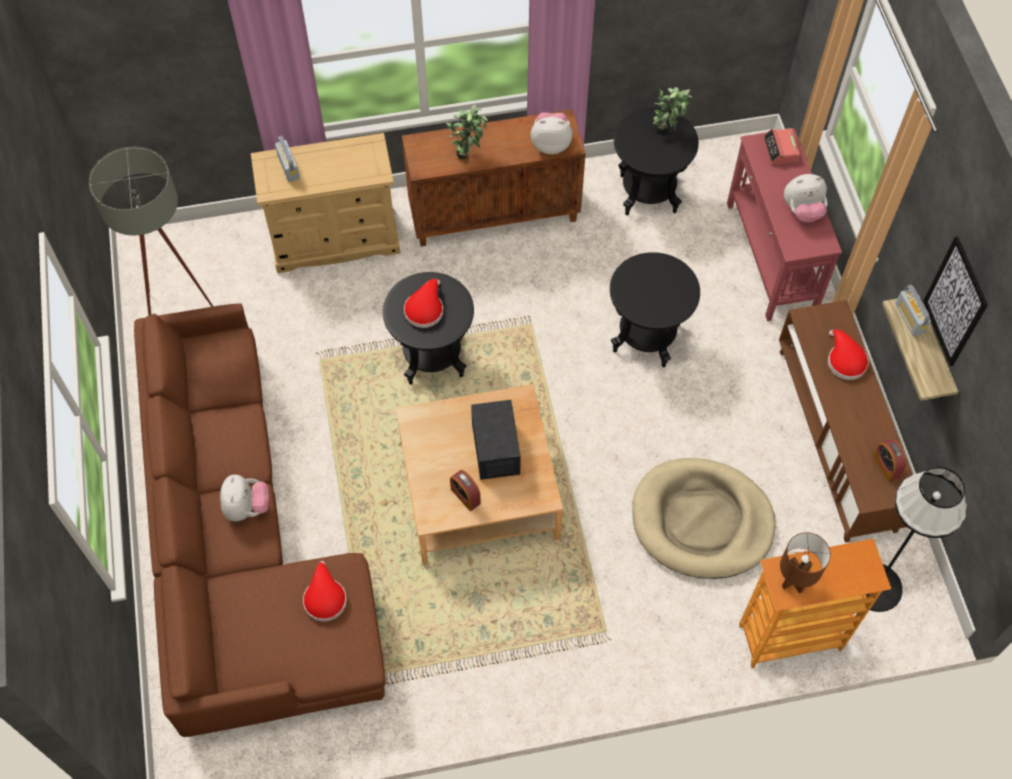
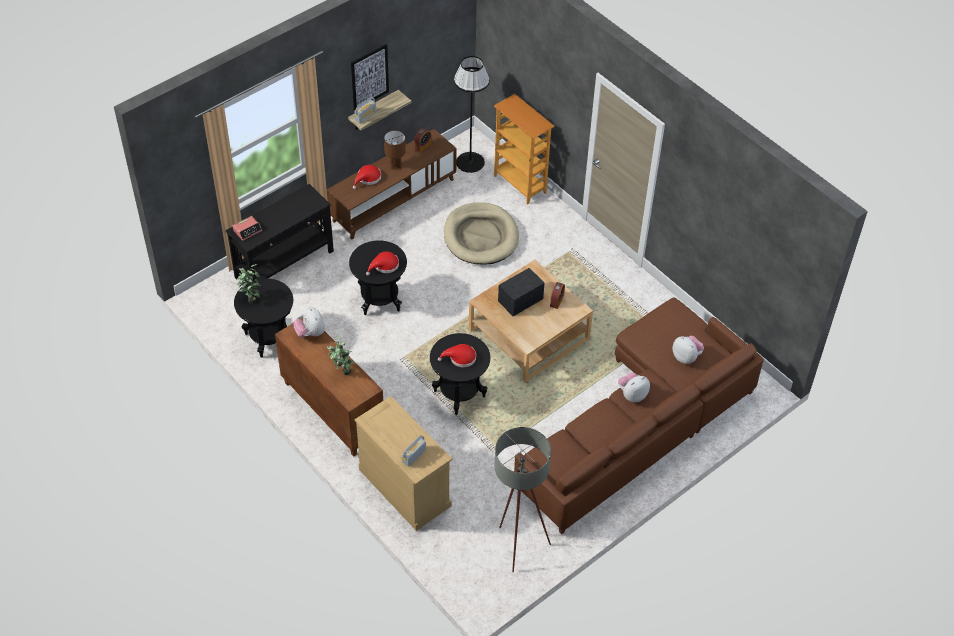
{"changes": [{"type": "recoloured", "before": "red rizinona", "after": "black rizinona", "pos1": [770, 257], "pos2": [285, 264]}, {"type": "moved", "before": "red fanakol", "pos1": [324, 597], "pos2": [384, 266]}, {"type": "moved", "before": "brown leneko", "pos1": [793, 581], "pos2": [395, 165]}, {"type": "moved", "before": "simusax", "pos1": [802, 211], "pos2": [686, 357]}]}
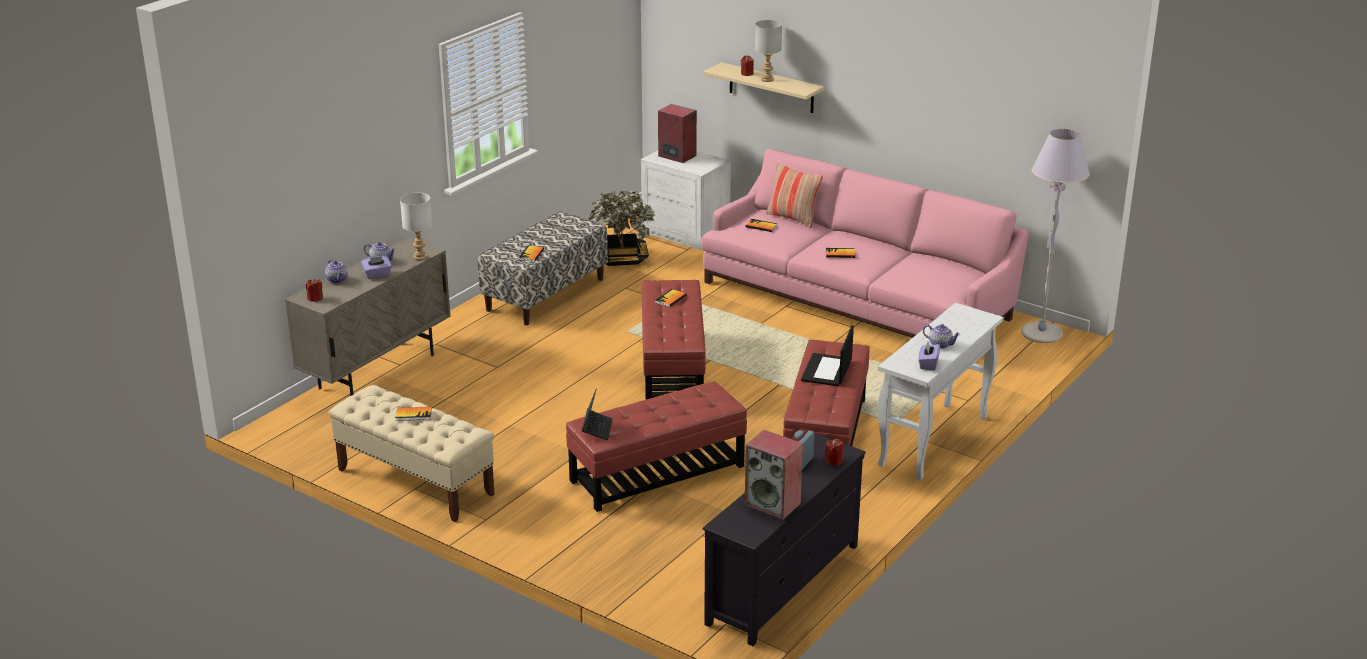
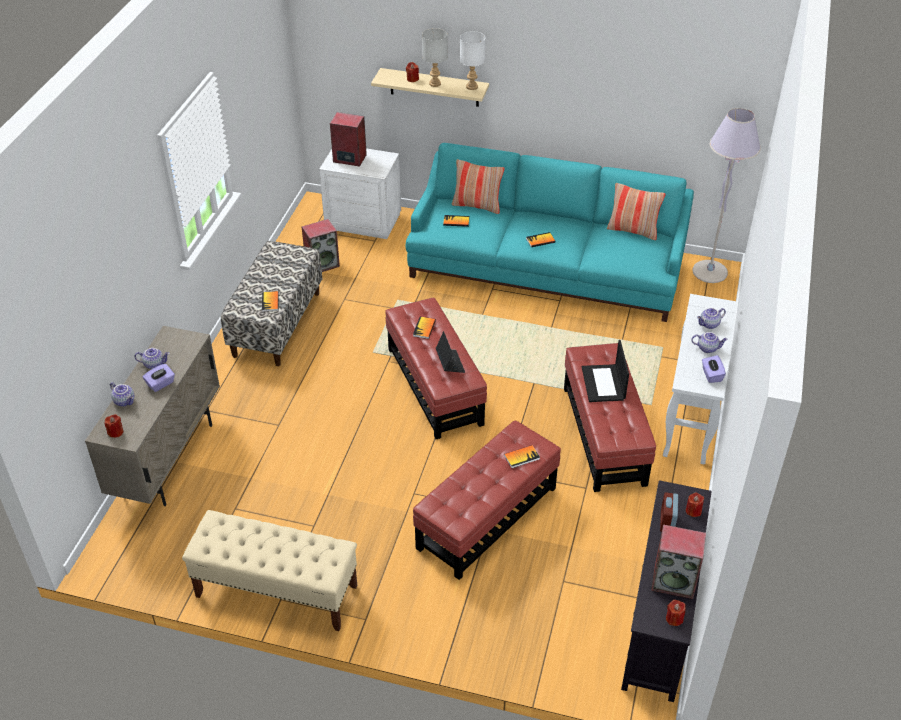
{"changes": [{"type": "replaced", "before": "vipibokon", "after": "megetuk", "pos1": [621, 258], "pos2": [322, 264]}, {"type": "recoloured", "before": "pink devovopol", "after": "turquoise devovopol", "pos1": [857, 298], "pos2": [546, 266]}, {"type": "moved", "before": "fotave", "pos1": [597, 428], "pos2": [450, 363]}, {"type": "moved", "before": "white leneko", "pos1": [419, 257], "pos2": [471, 87]}, {"type": "moved", "before": "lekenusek", "pos1": [413, 414], "pos2": [521, 457]}, {"type": "added", "after": "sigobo", "pos2": [633, 230]}, {"type": "added", "after": "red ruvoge", "pos2": [674, 619]}, {"type": "added", "after": "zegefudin", "pos2": [709, 324]}]}
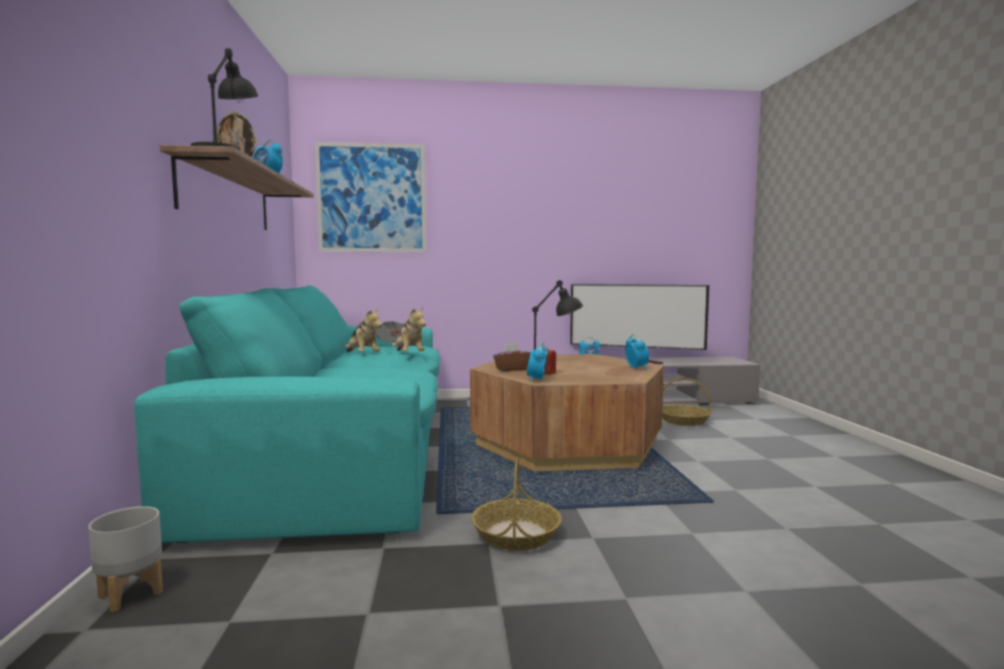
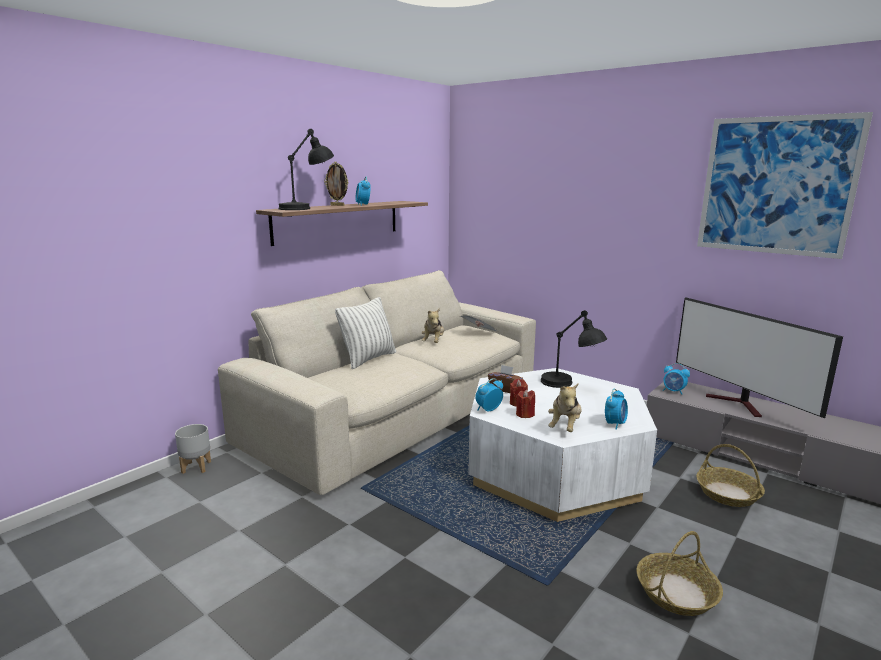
{"changes": [{"type": "recoloured", "before": "turquoise devovopol", "after": "beige devovopol", "pos1": [346, 449], "pos2": [402, 412]}, {"type": "added", "after": "sigobo", "pos2": [368, 359]}, {"type": "recoloured", "before": "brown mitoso", "after": "white mitoso", "pos1": [567, 442], "pos2": [554, 469]}, {"type": "added", "after": "red ruvoge", "pos2": [525, 414]}, {"type": "moved", "before": "simusax", "pos1": [409, 355], "pos2": [565, 426]}, {"type": "moved", "before": "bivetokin", "pos1": [516, 534], "pos2": [676, 592]}, {"type": "moved", "before": "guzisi", "pos1": [371, 198], "pos2": [776, 186]}]}
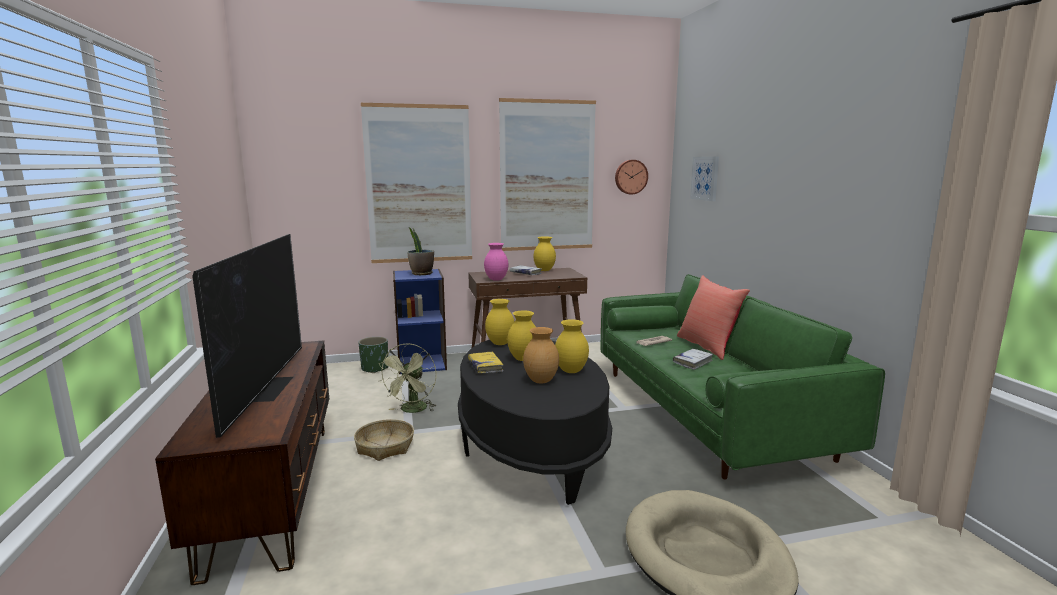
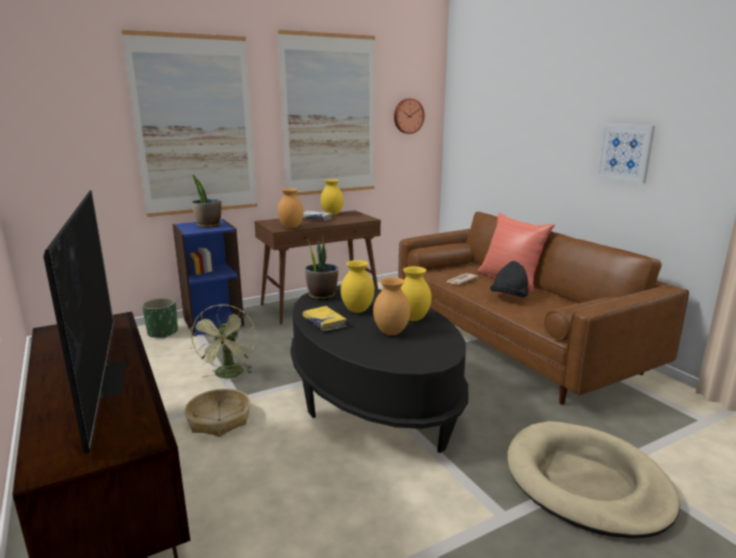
{"changes": [{"type": "recoloured", "before": "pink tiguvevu", "after": "brown tiguvevu", "pos1": [496, 279], "pos2": [291, 227]}, {"type": "replaced", "before": "yellow tiguvevu", "after": "vipibokon", "pos1": [500, 343], "pos2": [322, 296]}, {"type": "recoloured", "before": "green devovopol", "after": "brown devovopol", "pos1": [707, 411], "pos2": [514, 341]}, {"type": "replaced", "before": "white lekenusek", "after": "black fanakol", "pos1": [692, 362], "pos2": [509, 297]}, {"type": "moved", "before": "guzisi", "pos1": [705, 178], "pos2": [625, 152]}]}
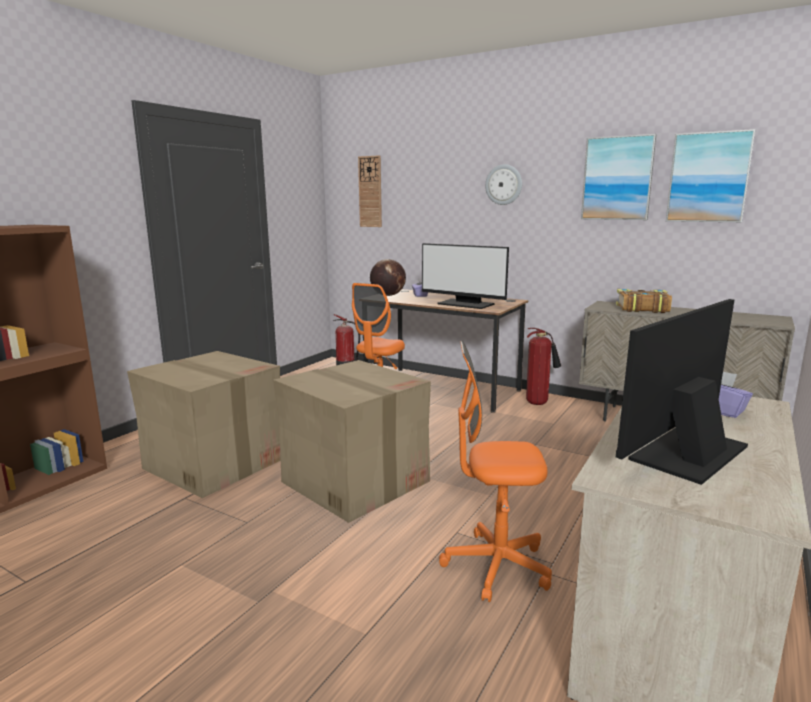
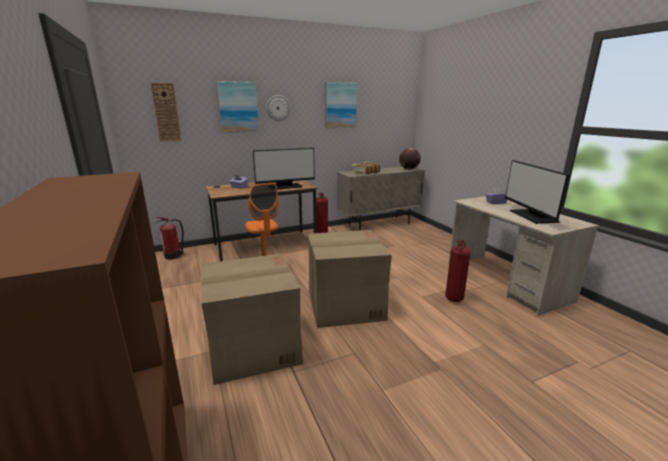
{"changes": [{"type": "moved", "before": "guzisi", "pos1": [708, 177], "pos2": [238, 107]}, {"type": "moved", "before": "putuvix", "pos1": [387, 295], "pos2": [408, 169]}, {"type": "replaced", "before": "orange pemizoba", "after": "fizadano", "pos1": [496, 566], "pos2": [454, 298]}]}
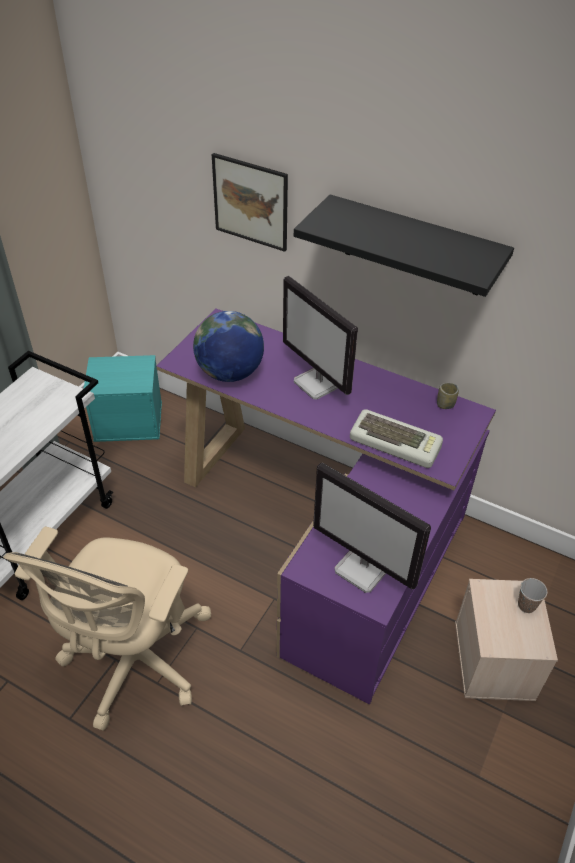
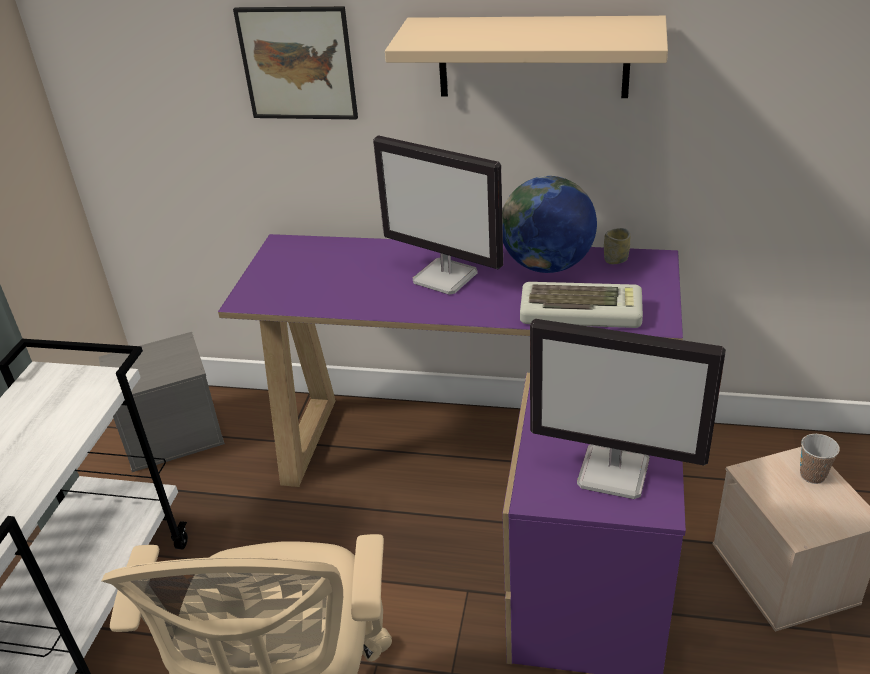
{"changes": [{"type": "recoloured", "before": "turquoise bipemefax", "after": "grey bipemefax", "pos1": [129, 420], "pos2": [174, 433]}, {"type": "recoloured", "before": "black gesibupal", "after": "beige gesibupal", "pos1": [414, 247], "pos2": [533, 57]}, {"type": "moved", "before": "putuvix", "pos1": [230, 373], "pos2": [547, 265]}]}
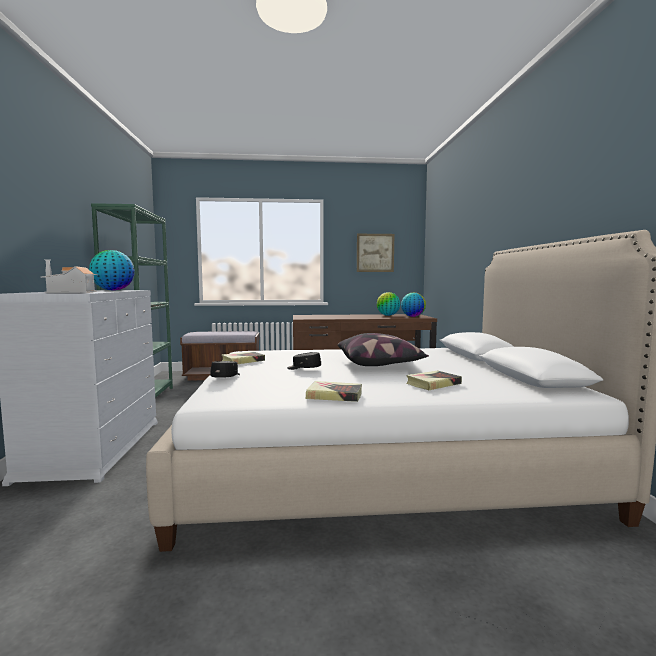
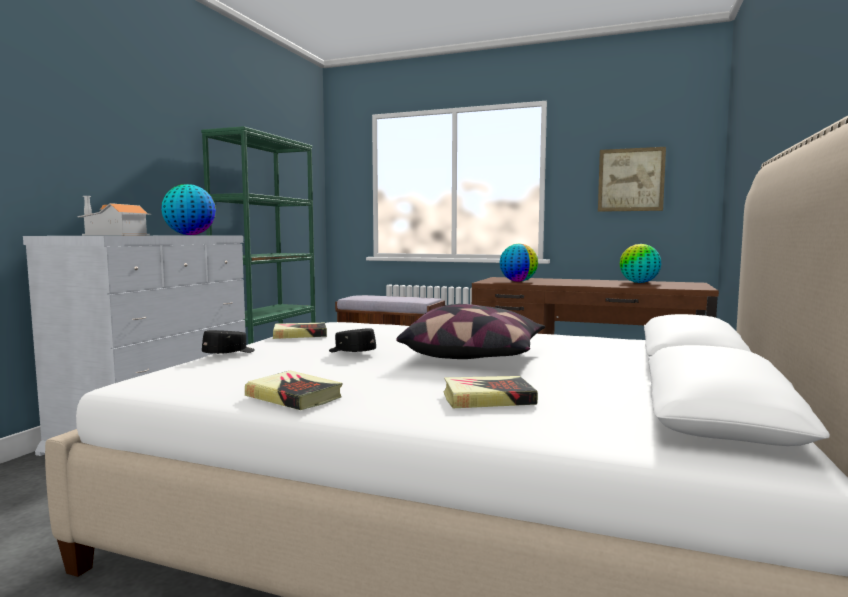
{"changes": [{"type": "moved", "before": "putuvix", "pos1": [413, 316], "pos2": [518, 281]}]}
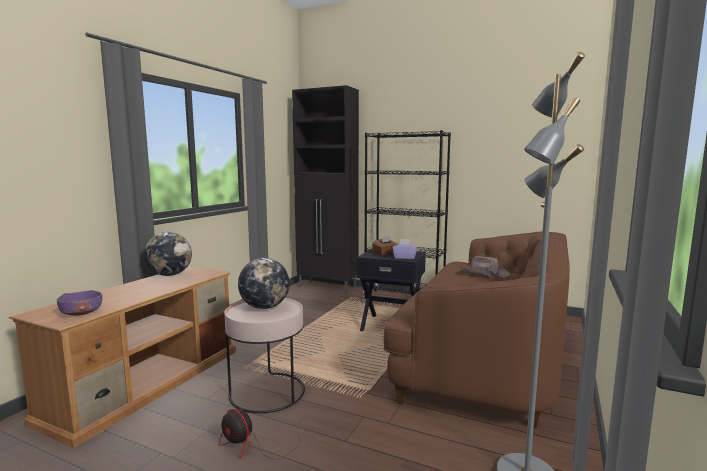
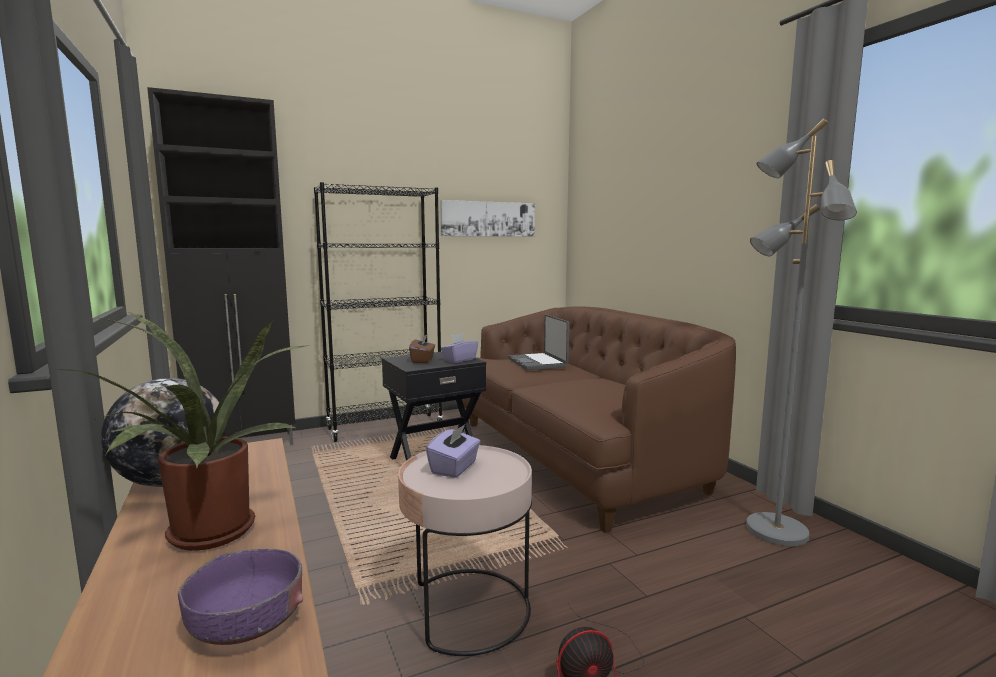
{"changes": [{"type": "added", "after": "vipibokon", "pos2": [206, 537]}, {"type": "replaced", "before": "putuvix", "after": "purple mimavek", "pos1": [264, 307], "pos2": [454, 468]}, {"type": "added", "after": "guzisi", "pos2": [488, 219]}, {"type": "replaced", "before": "brown fanakol", "after": "fotave", "pos1": [484, 274], "pos2": [538, 363]}]}
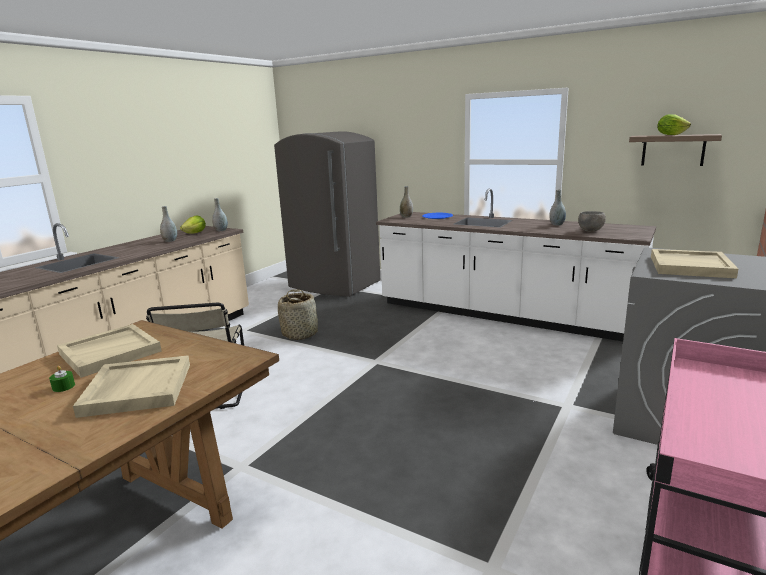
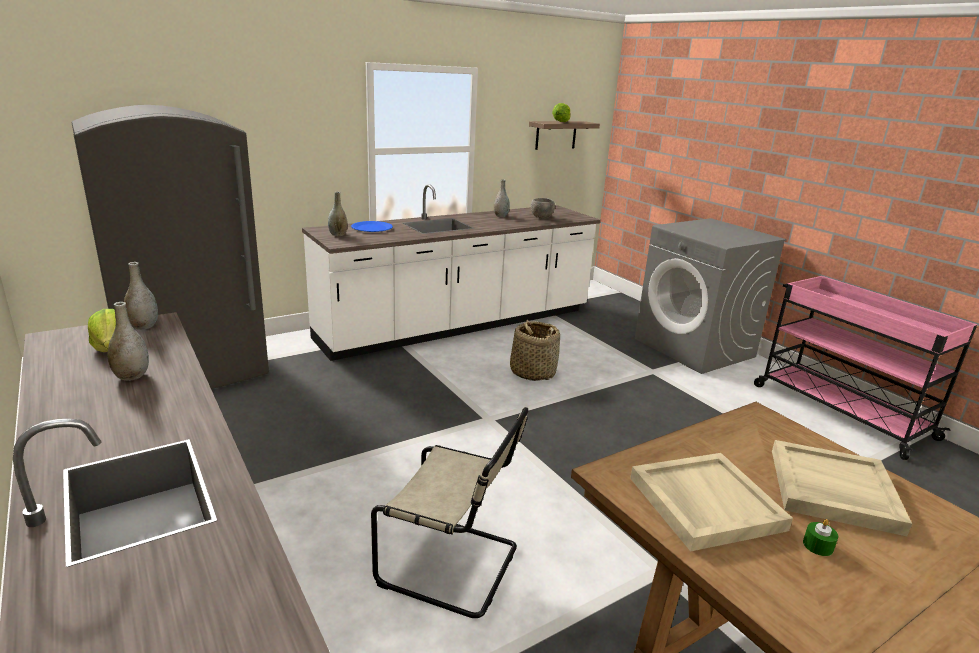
{"changes": [{"type": "moved", "before": "bivetokin", "pos1": [300, 333], "pos2": [532, 372]}, {"type": "removed", "before": "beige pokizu", "pos1": [691, 266]}]}
